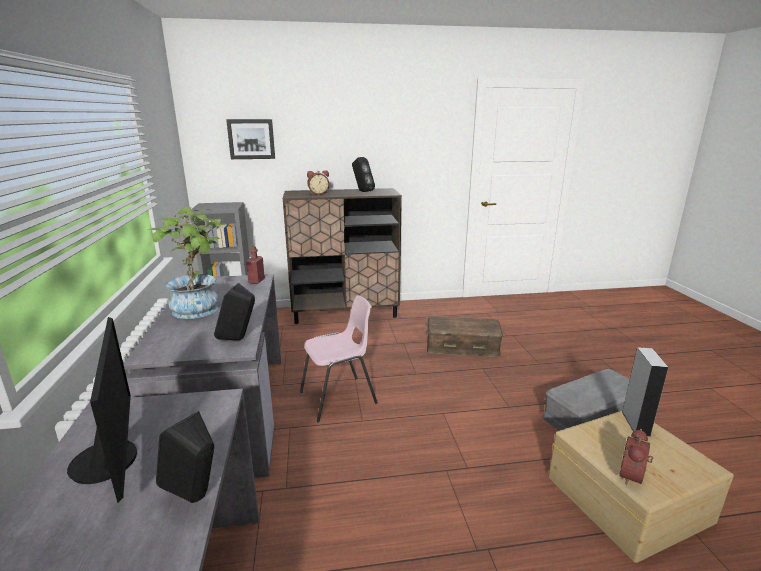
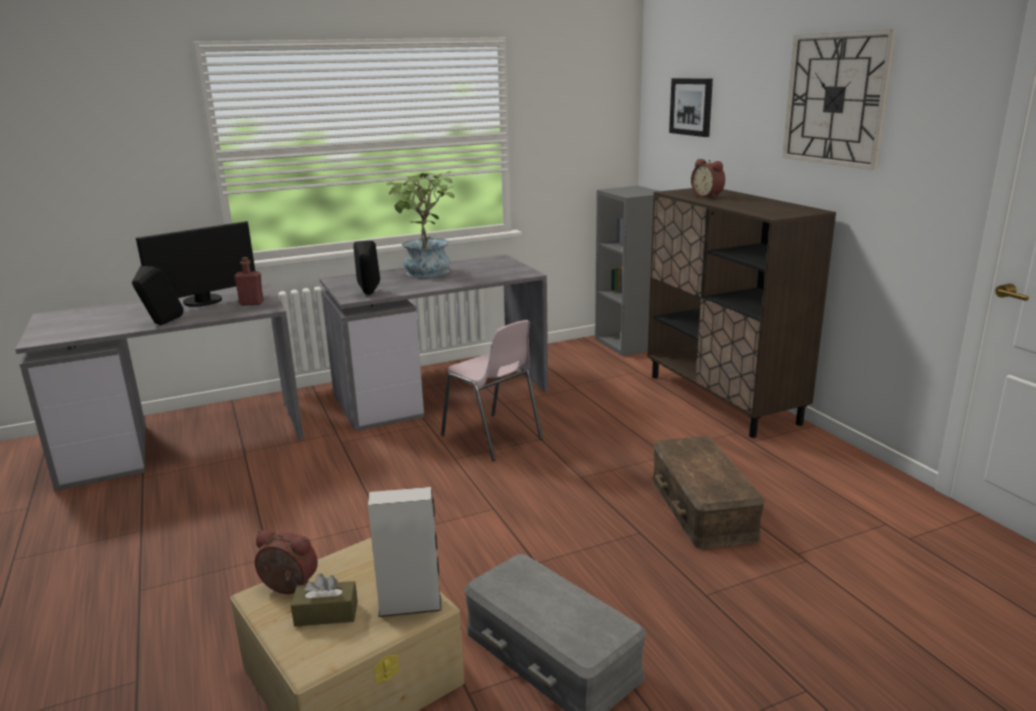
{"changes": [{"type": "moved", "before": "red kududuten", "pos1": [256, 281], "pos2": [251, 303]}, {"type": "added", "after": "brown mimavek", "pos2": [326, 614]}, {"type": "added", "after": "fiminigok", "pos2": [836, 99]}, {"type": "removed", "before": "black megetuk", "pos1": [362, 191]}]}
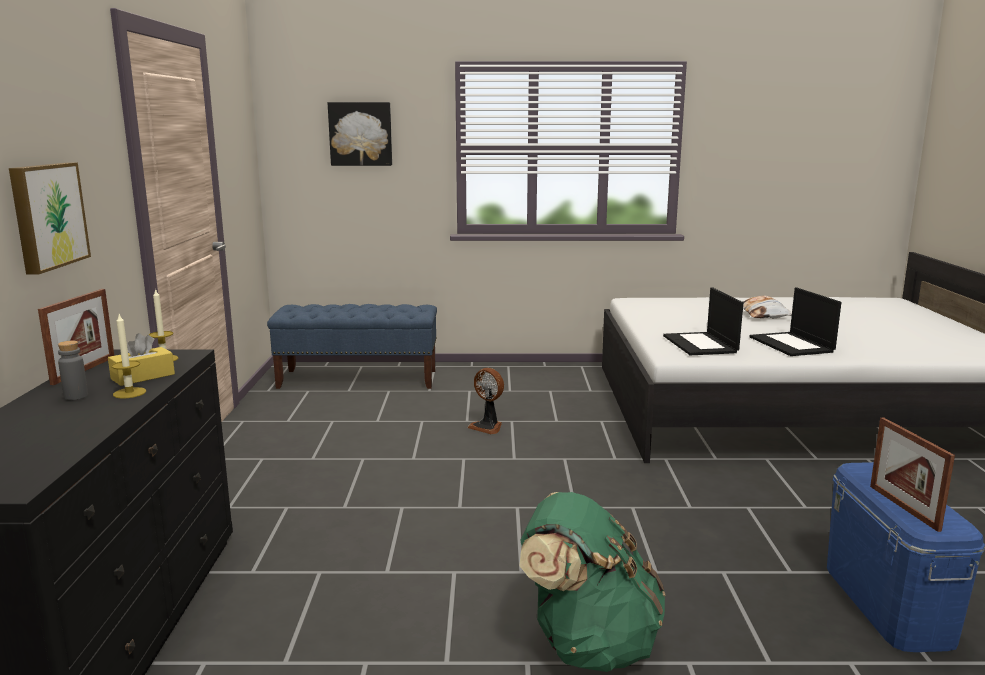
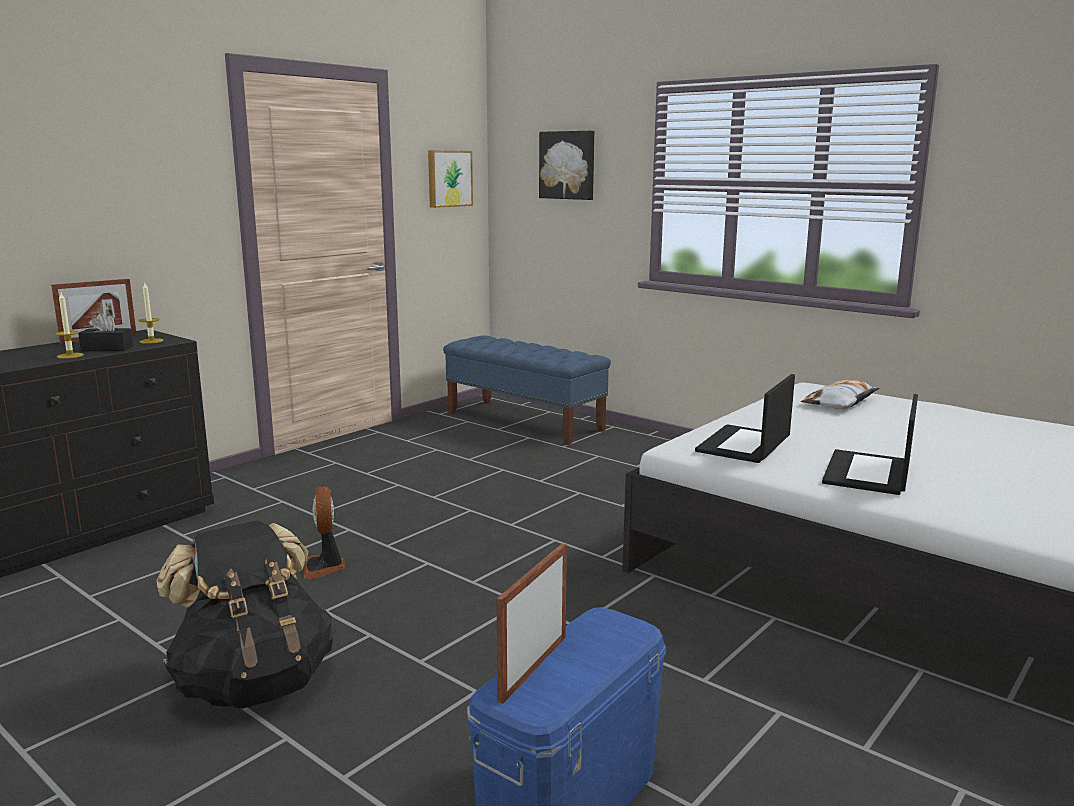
{"changes": [{"type": "recoloured", "before": "yellow mimavek", "after": "black mimavek", "pos1": [143, 376], "pos2": [107, 348]}, {"type": "recoloured", "before": "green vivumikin", "after": "black vivumikin", "pos1": [588, 644], "pos2": [254, 683]}, {"type": "moved", "before": "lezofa", "pos1": [487, 427], "pos2": [324, 567]}, {"type": "moved", "before": "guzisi", "pos1": [46, 216], "pos2": [448, 178]}, {"type": "moved", "before": "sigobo", "pos1": [763, 314], "pos2": [840, 402]}, {"type": "removed", "before": "grey kududuten", "pos1": [76, 396]}]}
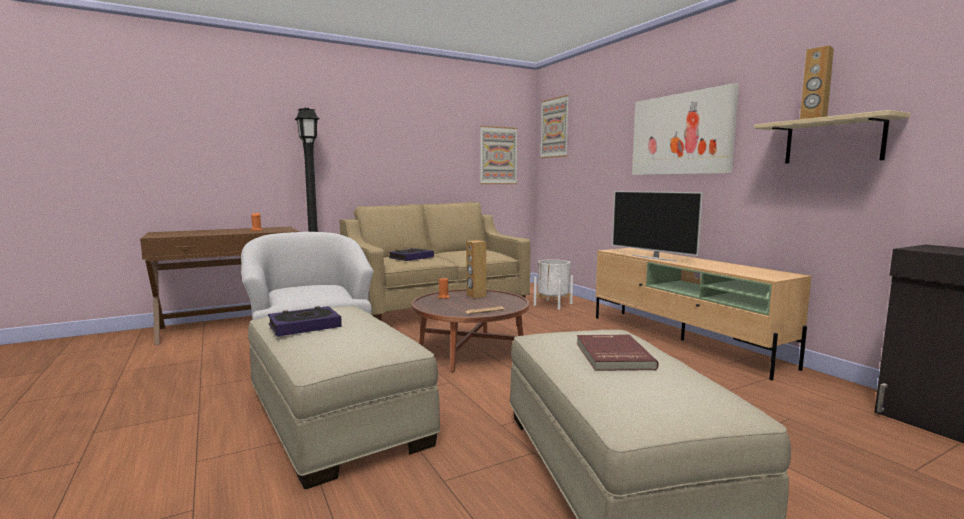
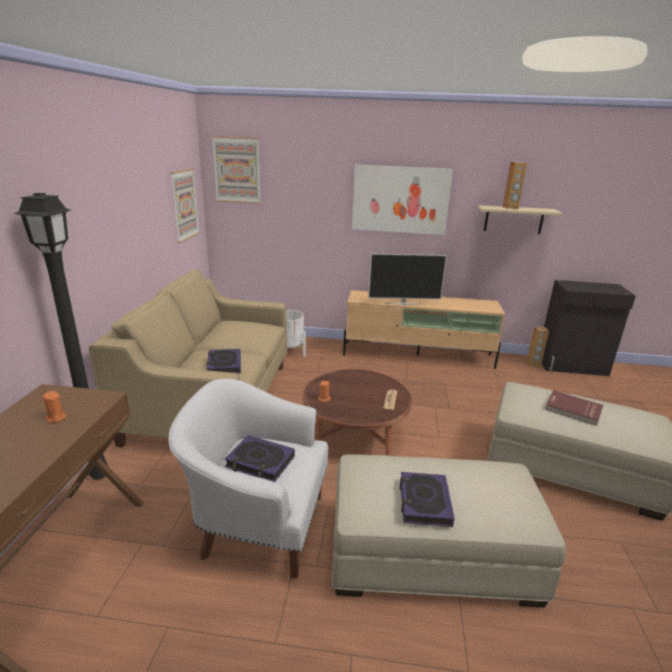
{"changes": [{"type": "added", "after": "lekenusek", "pos2": [260, 462]}, {"type": "moved", "before": "brown megetuk", "pos1": [476, 296], "pos2": [533, 364]}]}
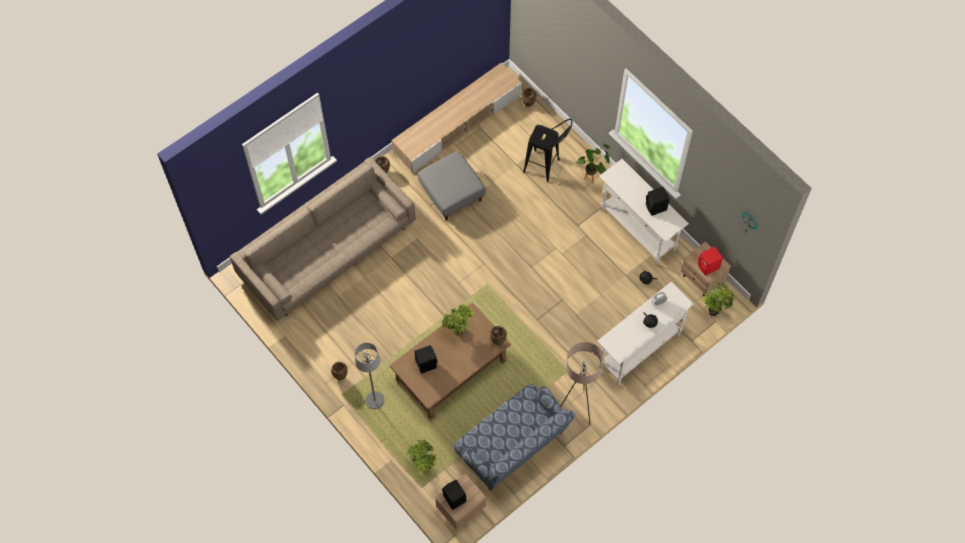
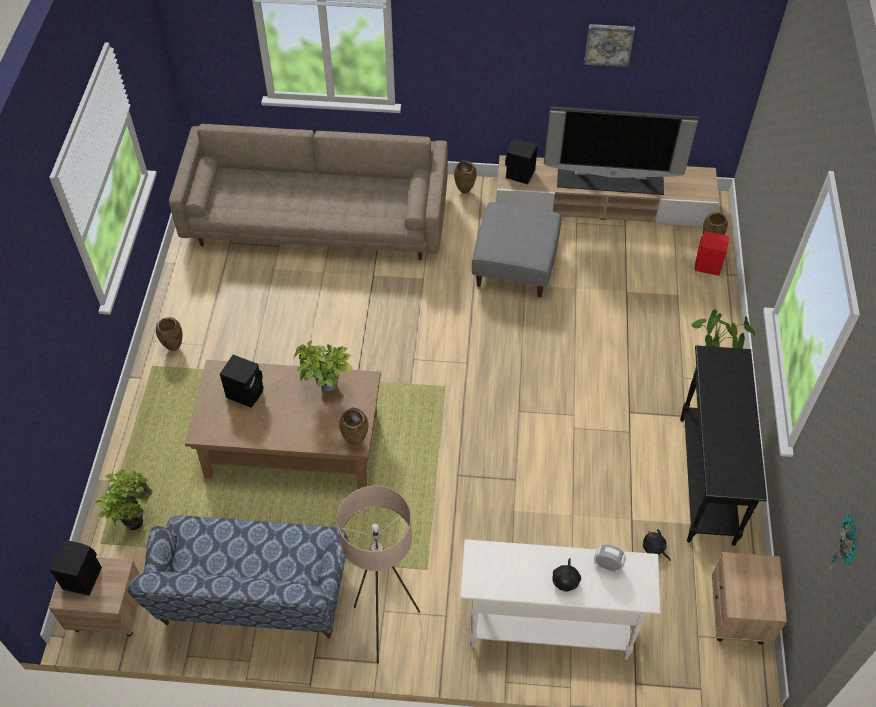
{"changes": [{"type": "moved", "before": "black megetuk", "pos1": [656, 207], "pos2": [519, 175]}, {"type": "added", "after": "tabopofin", "pos2": [610, 179]}, {"type": "added", "after": "guzisi", "pos2": [609, 44]}, {"type": "recoloured", "before": "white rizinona", "after": "black rizinona", "pos1": [637, 230], "pos2": [706, 480]}, {"type": "moved", "before": "red megetuk", "pos1": [708, 267], "pos2": [707, 266]}, {"type": "removed", "before": "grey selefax", "pos1": [375, 400]}, {"type": "removed", "before": "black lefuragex", "pos1": [546, 168]}, {"type": "removed", "before": "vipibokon", "pos1": [714, 310]}]}
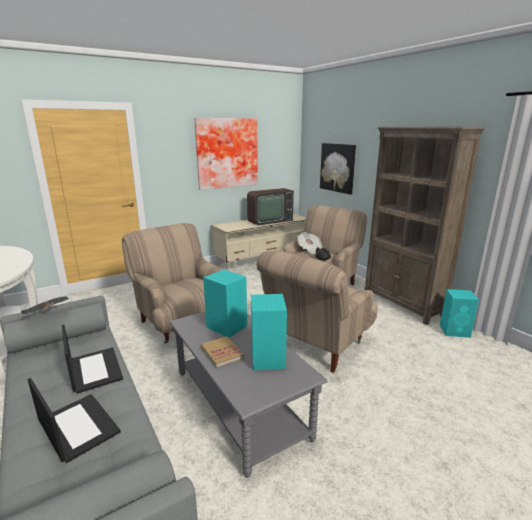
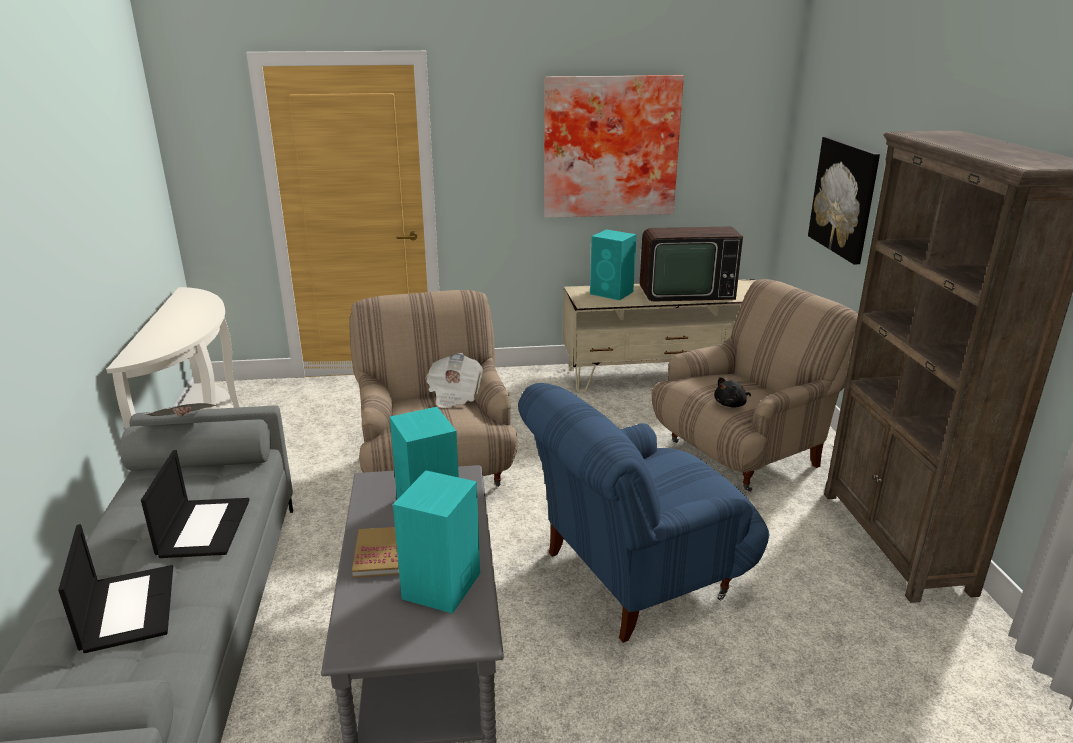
{"changes": [{"type": "moved", "before": "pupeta", "pos1": [310, 250], "pos2": [454, 394]}, {"type": "recoloured", "before": "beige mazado", "after": "blue mazado", "pos1": [316, 344], "pos2": [635, 576]}, {"type": "moved", "before": "turquoise megetuk", "pos1": [455, 331], "pos2": [612, 293]}]}
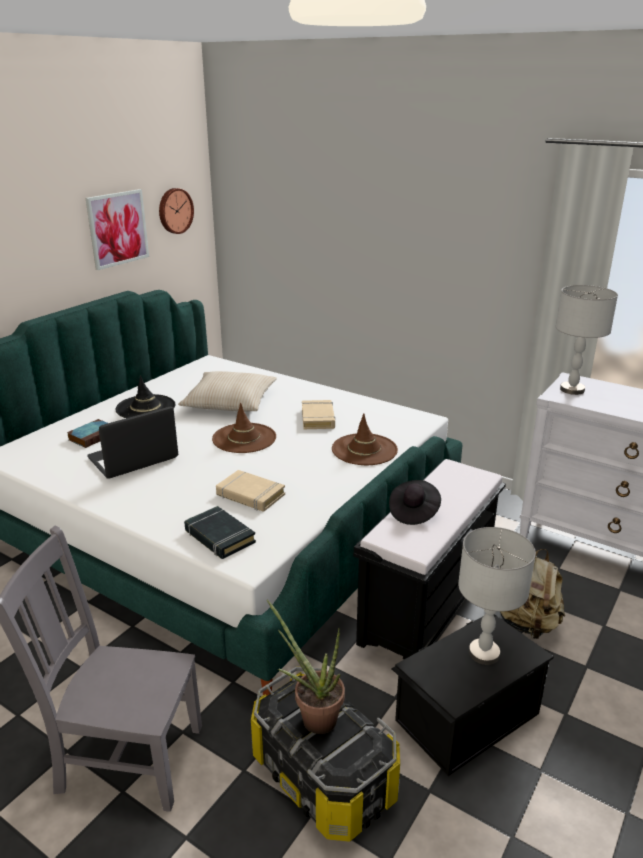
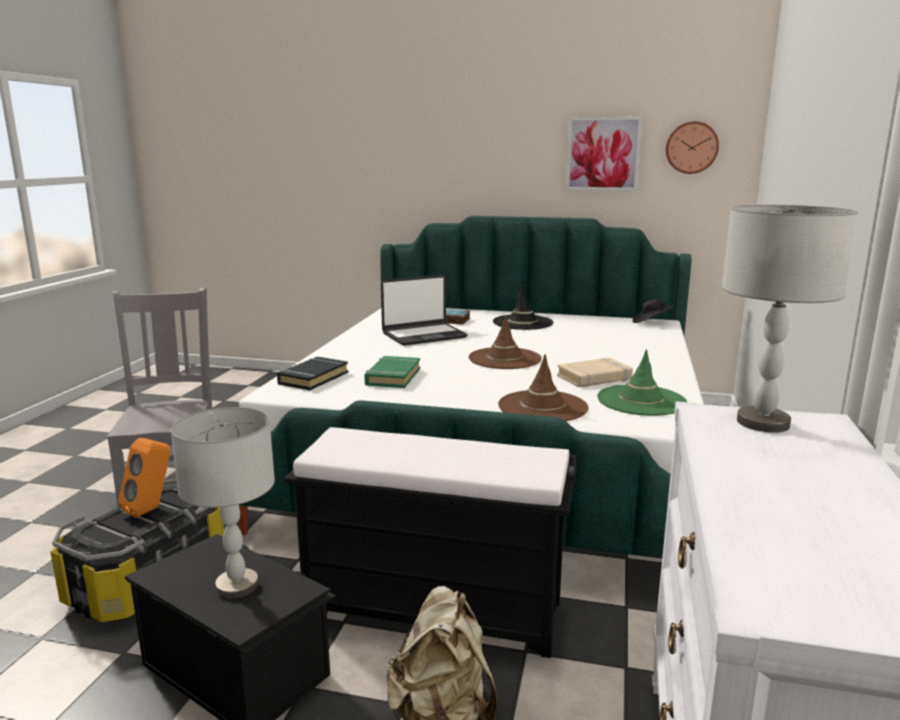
{"changes": [{"type": "replaced", "before": "vipibokon", "after": "orange megetuk", "pos1": [313, 716], "pos2": [151, 509]}, {"type": "recoloured", "before": "beige lekenusek", "after": "green lekenusek", "pos1": [250, 495], "pos2": [393, 377]}, {"type": "turned", "before": "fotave", "pos1": [133, 459], "pos2": [424, 335], "turn": 120}, {"type": "added", "after": "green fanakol", "pos2": [641, 401]}, {"type": "moved", "before": "black fanakol", "pos1": [413, 512], "pos2": [651, 322]}, {"type": "removed", "before": "beige sigobo", "pos1": [230, 402]}]}
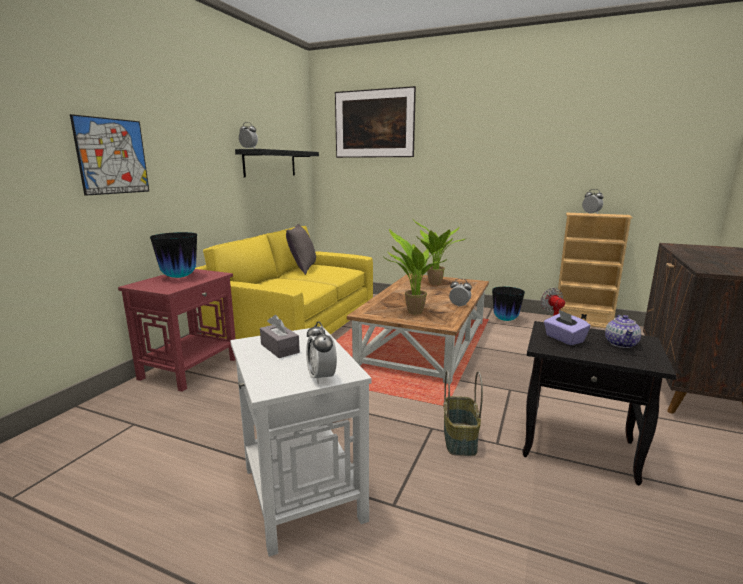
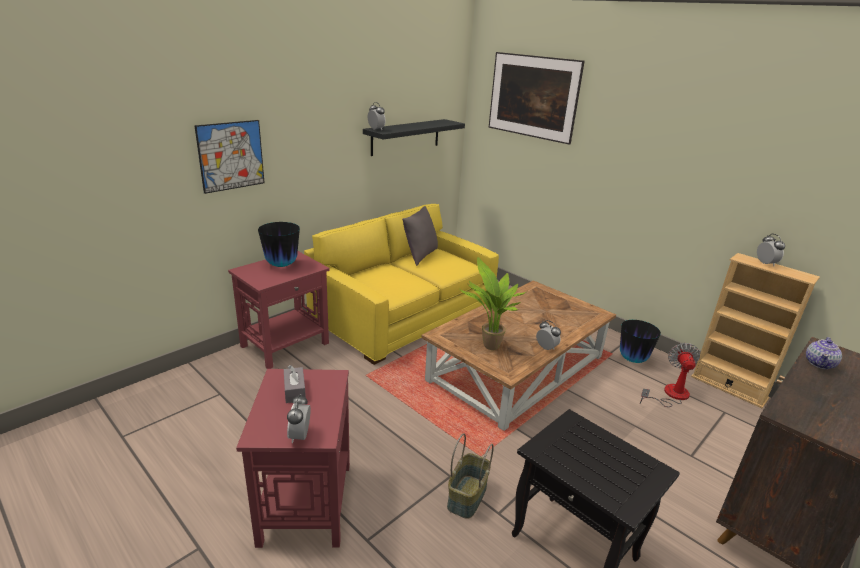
{"changes": [{"type": "recoloured", "before": "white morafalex", "after": "red morafalex", "pos1": [301, 493], "pos2": [305, 503]}, {"type": "moved", "before": "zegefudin", "pos1": [621, 343], "pos2": [820, 363]}, {"type": "removed", "before": "vipibokon", "pos1": [434, 284]}, {"type": "removed", "before": "purple mimavek", "pos1": [564, 339]}]}
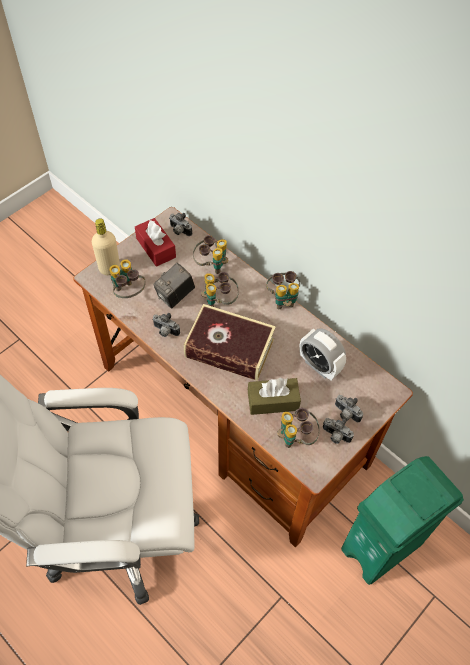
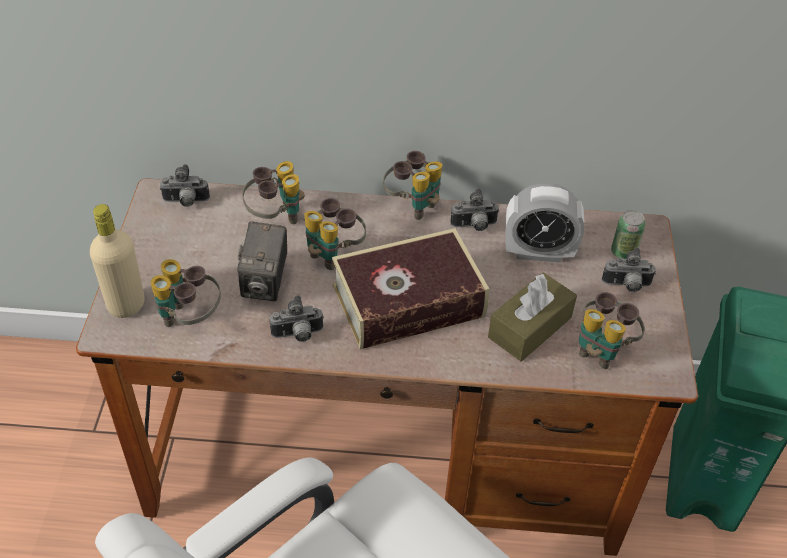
{"changes": [{"type": "moved", "before": "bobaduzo", "pos1": [335, 436], "pos2": [474, 226]}, {"type": "added", "after": "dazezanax", "pos2": [623, 252]}, {"type": "removed", "before": "red mimavek", "pos1": [156, 248]}]}
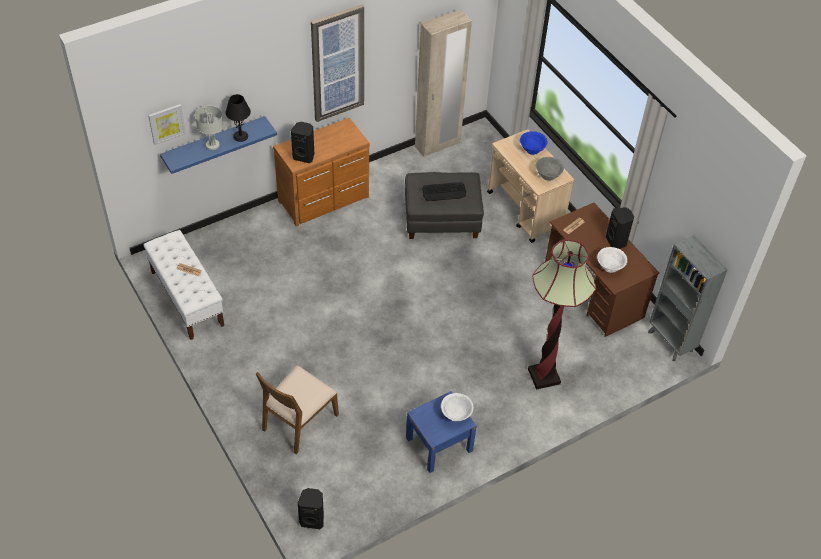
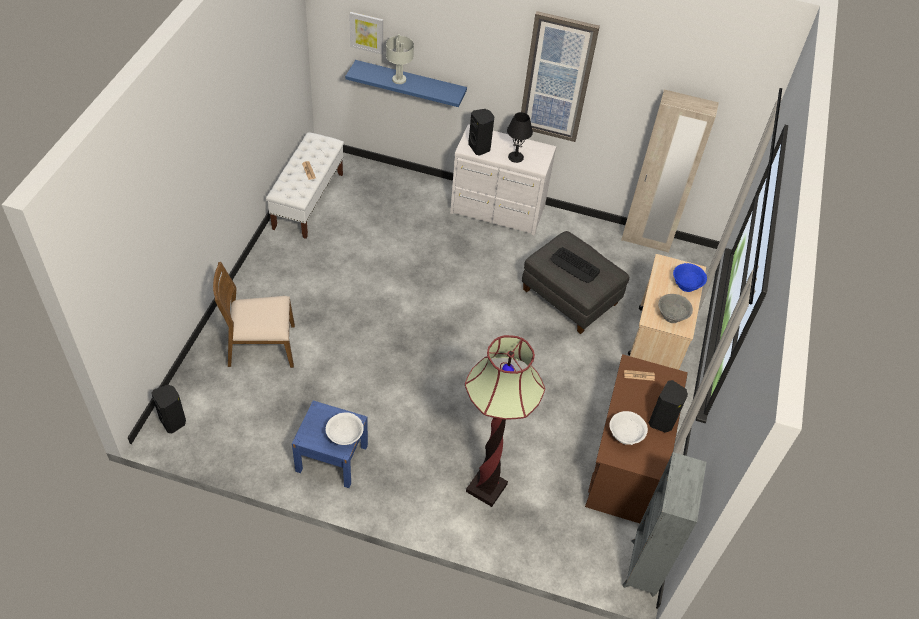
{"changes": [{"type": "recoloured", "before": "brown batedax", "after": "white batedax", "pos1": [325, 200], "pos2": [497, 212]}, {"type": "moved", "before": "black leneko", "pos1": [240, 136], "pos2": [516, 157]}]}
